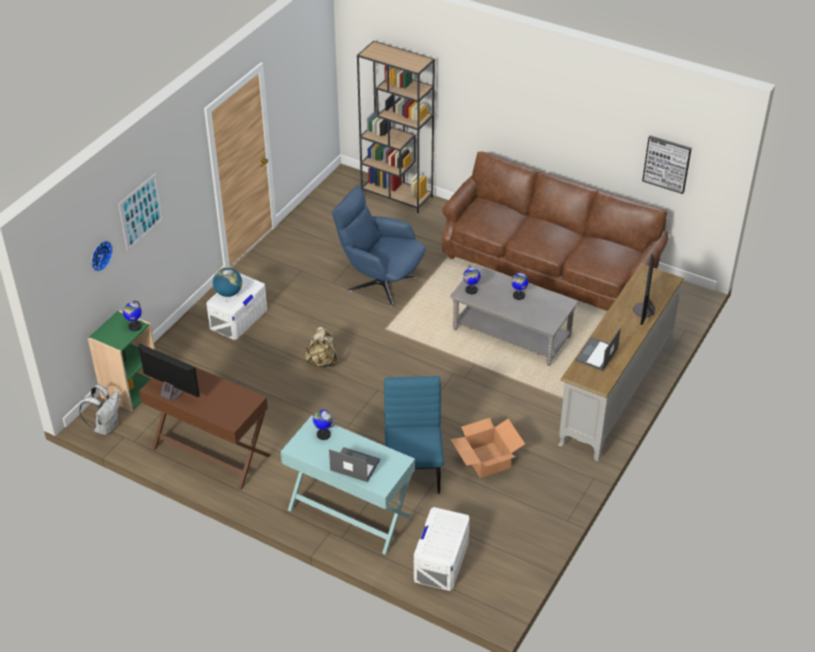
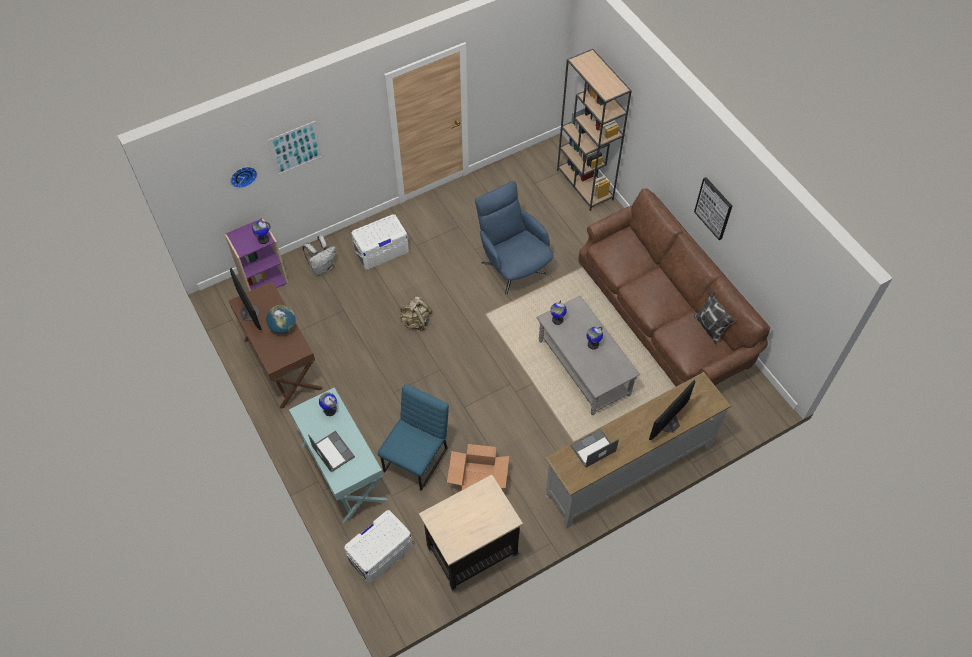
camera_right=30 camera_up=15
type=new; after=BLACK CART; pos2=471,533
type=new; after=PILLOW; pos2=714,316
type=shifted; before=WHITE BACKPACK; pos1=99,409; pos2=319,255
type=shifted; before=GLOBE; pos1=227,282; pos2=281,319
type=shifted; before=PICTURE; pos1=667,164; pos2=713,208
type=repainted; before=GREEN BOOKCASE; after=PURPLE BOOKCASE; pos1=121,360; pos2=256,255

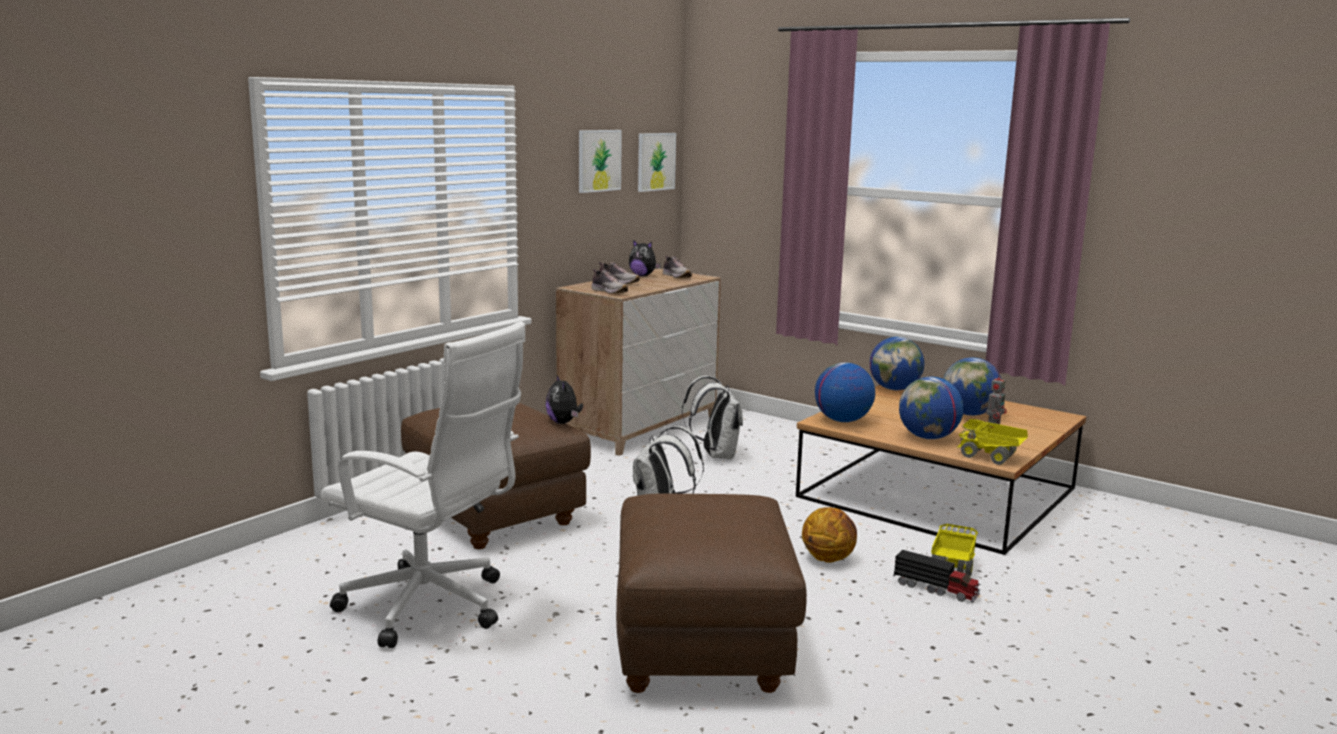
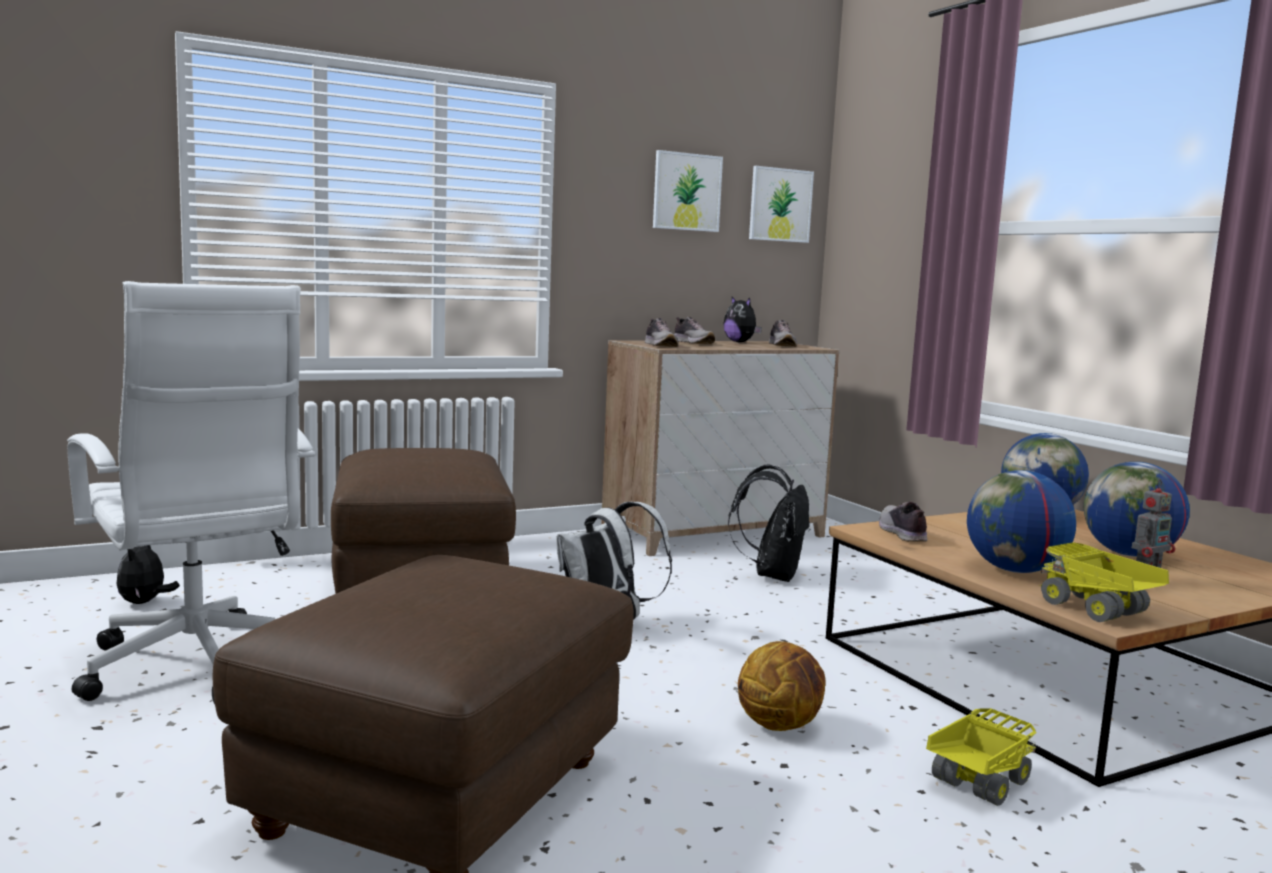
camera_right=25 camera_up=-5
type=gone; before=TOY TRUCK; pos1=937,576
type=shifted; before=PLUSH TOY; pos1=564,399; pos2=148,574
type=swapped; before=GLOBE; after=SHOE; pos1=845,392; pos2=903,522
type=repainted; before=WHITE BACKPACK; after=BLACK BACKPACK; pos1=712,417; pos2=769,523

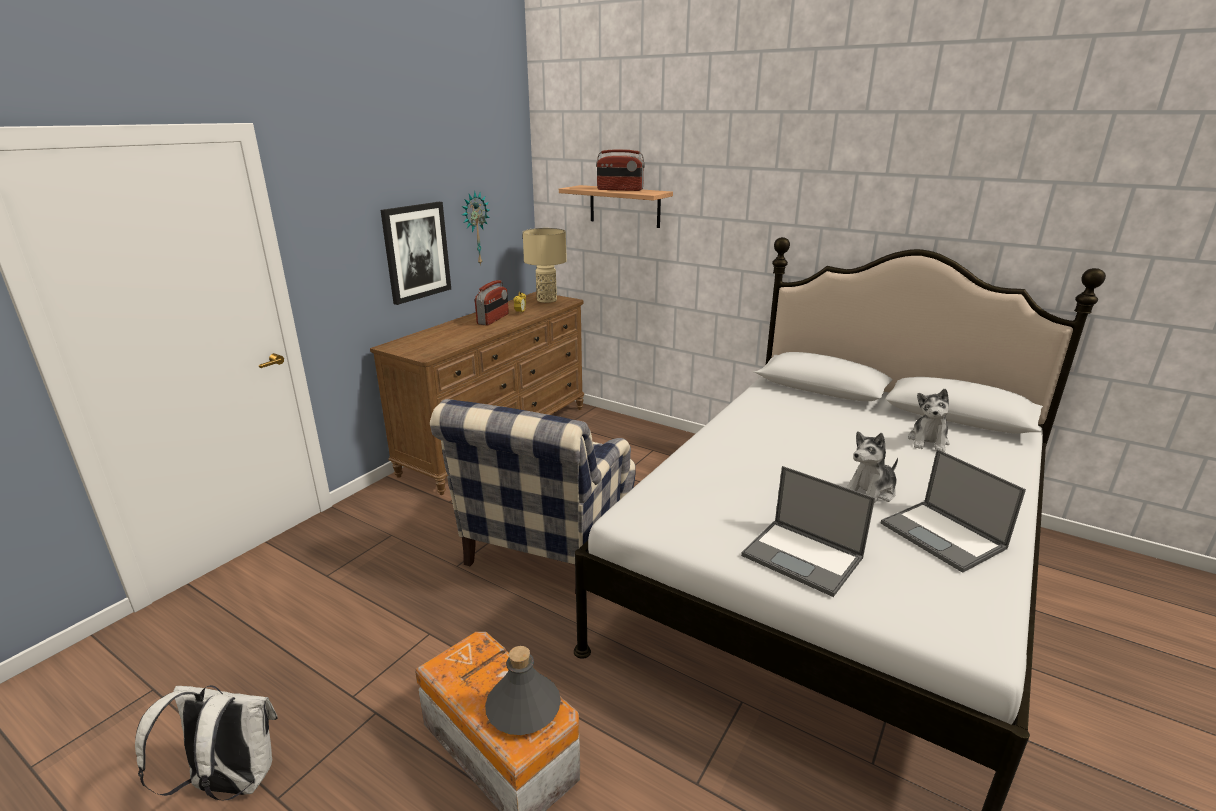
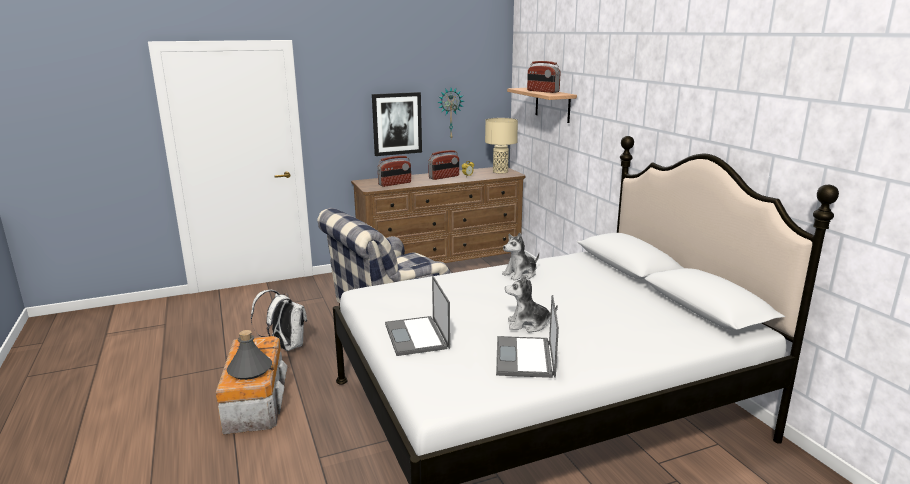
camera_right=35 camera_up=-5
type=new; after=RADIO; pos2=394,171
type=shifted; before=WHITE BACKPACK; pos1=206,742; pos2=279,320
type=shifted; before=PLUSH TOY; pos1=929,420; pos2=520,257

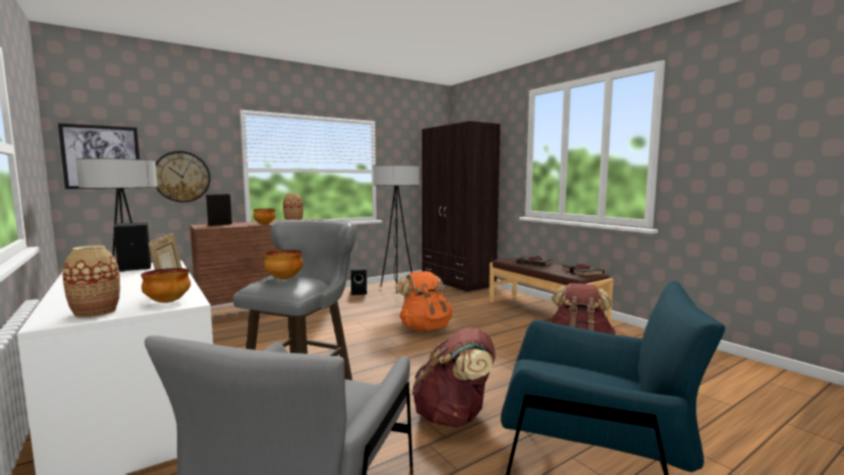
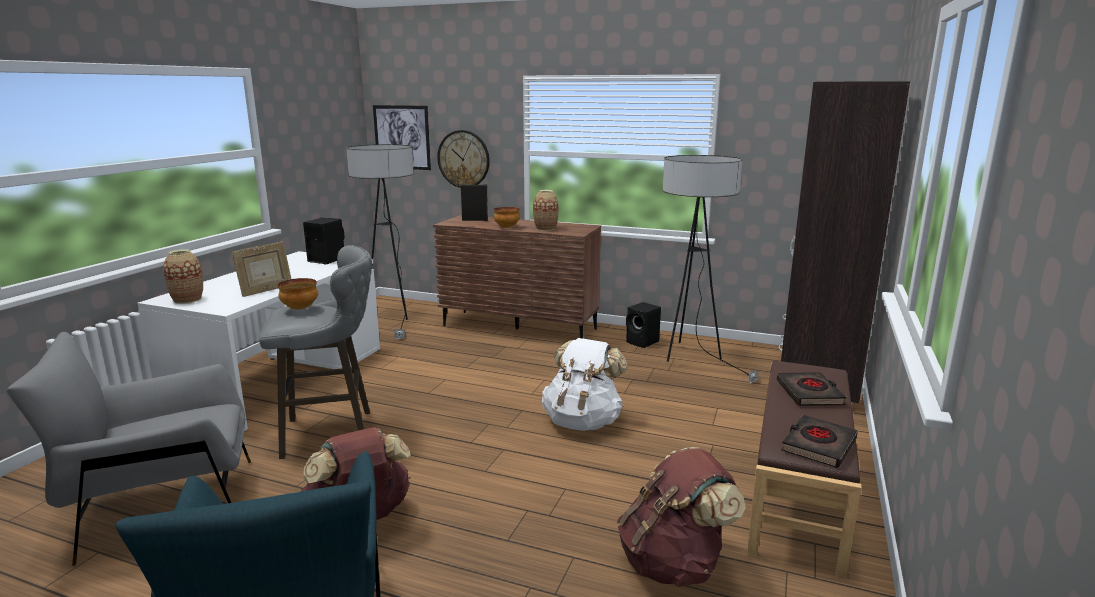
camera_right=55 camera_up=10
type=gone; before=BOWL; pos1=166,285
type=repainted; before=ORANGE BACKPACK; after=WHITE BACKPACK; pos1=424,301; pos2=585,384

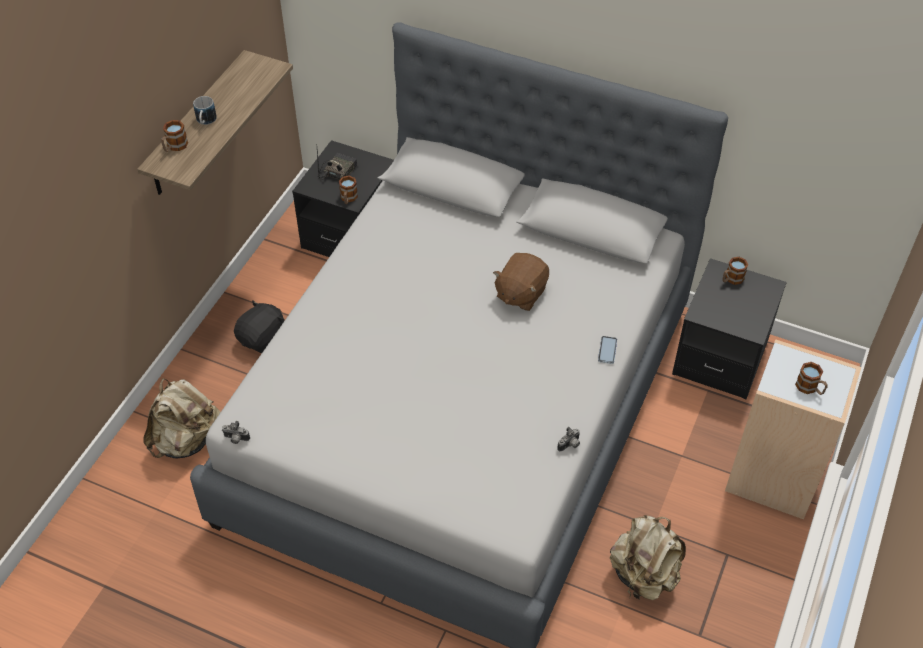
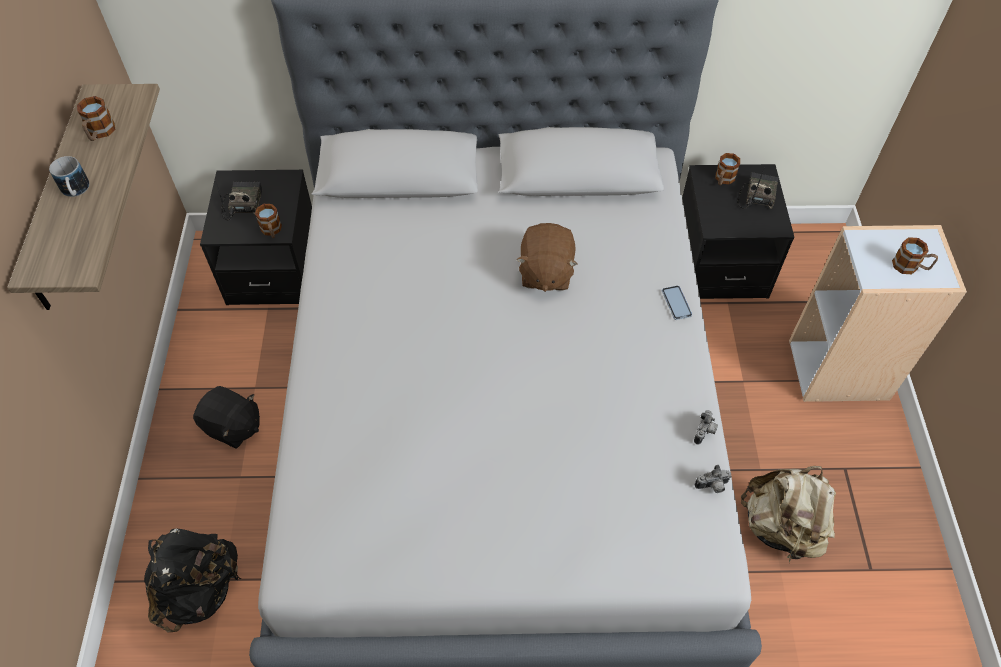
camera_right=-25 camera_up=5
type=new; after=RADIO; pos2=758,188
type=shifted; before=MUG; pos1=174,136; pos2=96,118
type=shifted; before=PHOTO CAMERA; pos1=236,432; pos2=713,479
type=repainted; before=BEIGE BACKPACK; after=BLACK BACKPACK; pos1=182,418; pos2=193,580
type=rotated; before=BLACK PLUSH TOY; pos1=259,326; pos2=226,417; turn=105

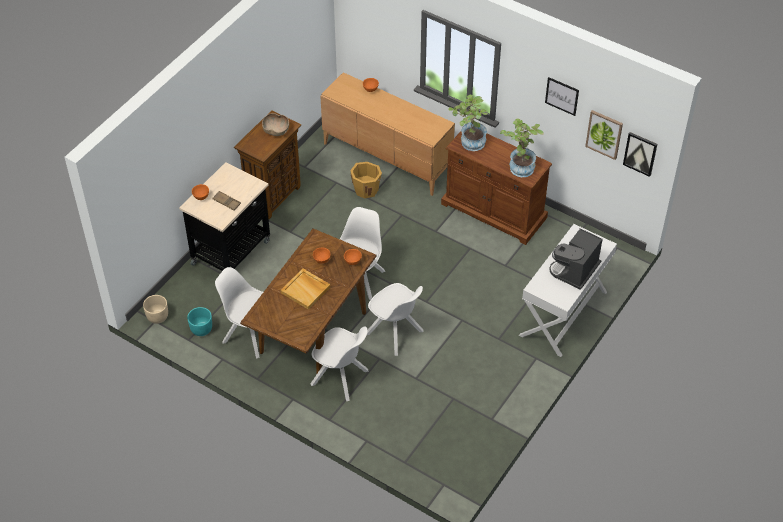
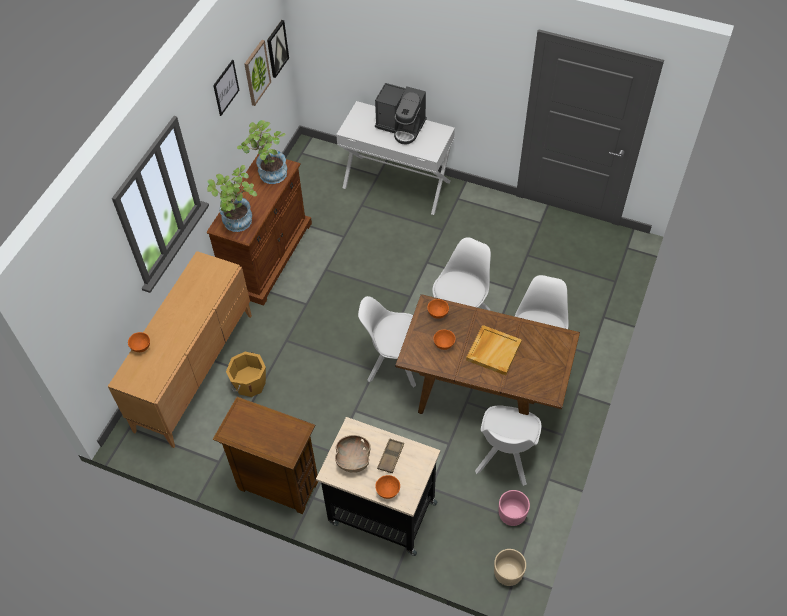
camera_right=-100 camera_up=5
type=shifted; before=BROWN BOWL; pos1=275,124; pos2=353,454
type=repainted; before=TURQUOISE PLANTER; after=PINK PLANTER; pos1=199,321; pos2=514,508

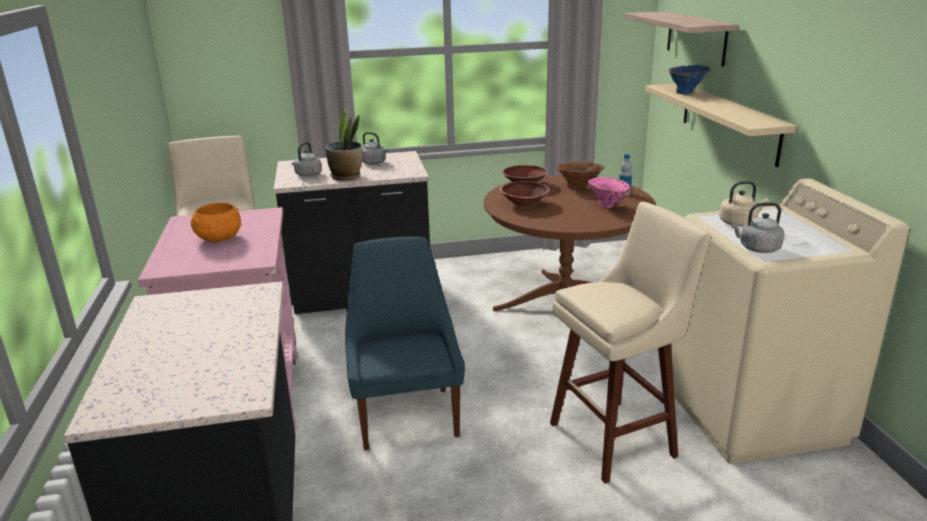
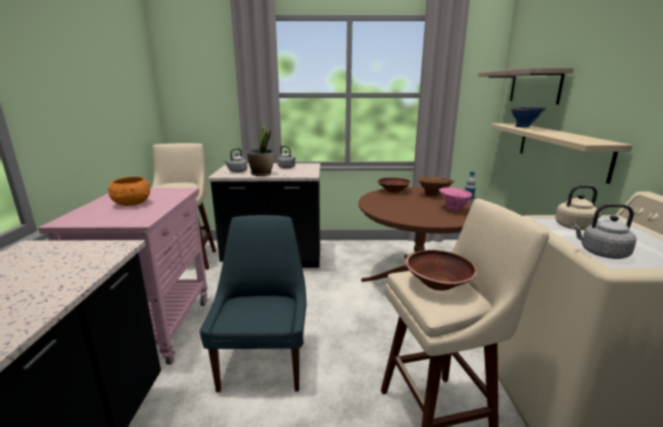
camera_right=10 camera_up=-5
type=shifted; before=BROWN BOWL; pos1=524,194; pos2=441,270

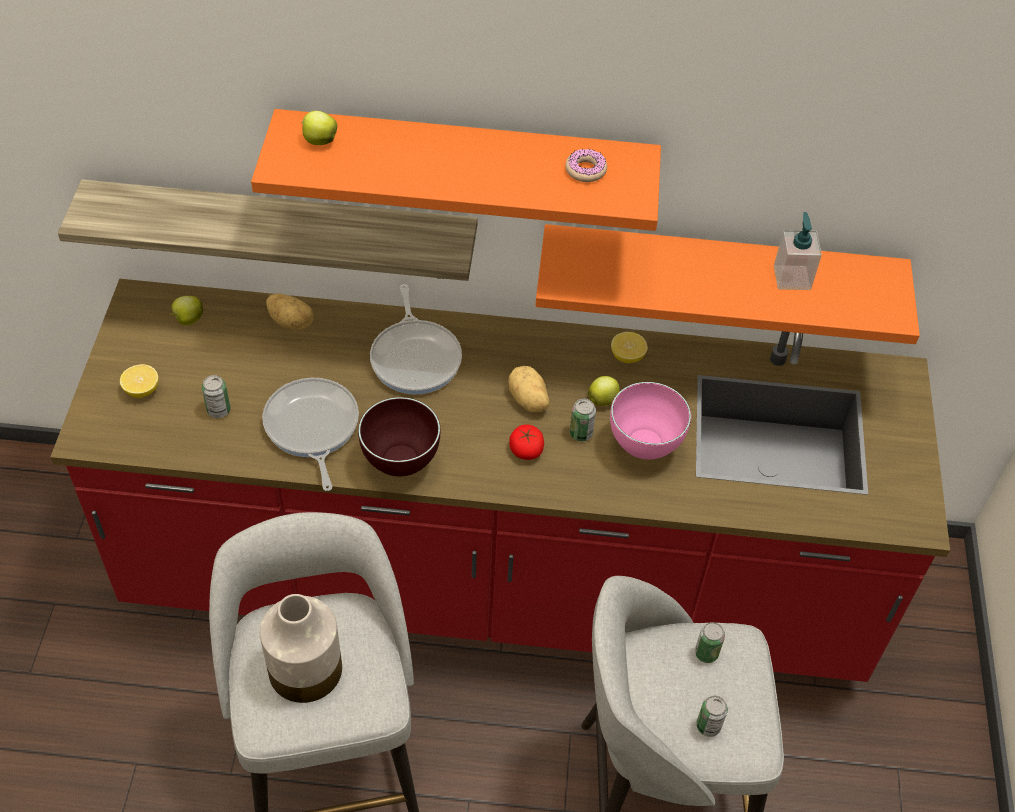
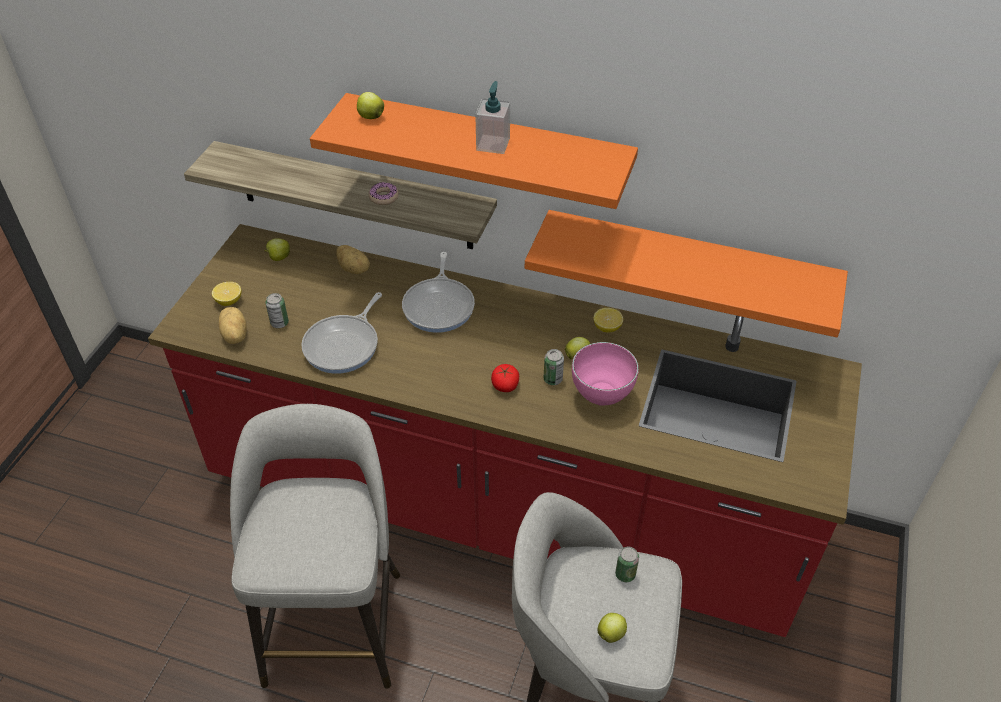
camera_right=15 camera_up=-5
type=gone; before=BEIGE VASE; pos1=301,648
type=gone; before=BROWN BOWL; pos1=399,436
type=shifted; before=POTATO; pos1=528,389; pos2=233,325
type=shifted; before=DONUT; pos1=586,165; pos2=383,193
type=shifted; before=SOAP DISPENSER; pos1=798,251; pos2=492,117
type=swapped; before=CAN; after=APPLE; pos1=712,716; pos2=612,628
type=rotated; before=FRYING PAN; pos1=310,434; pos2=341,333; turn=-150

